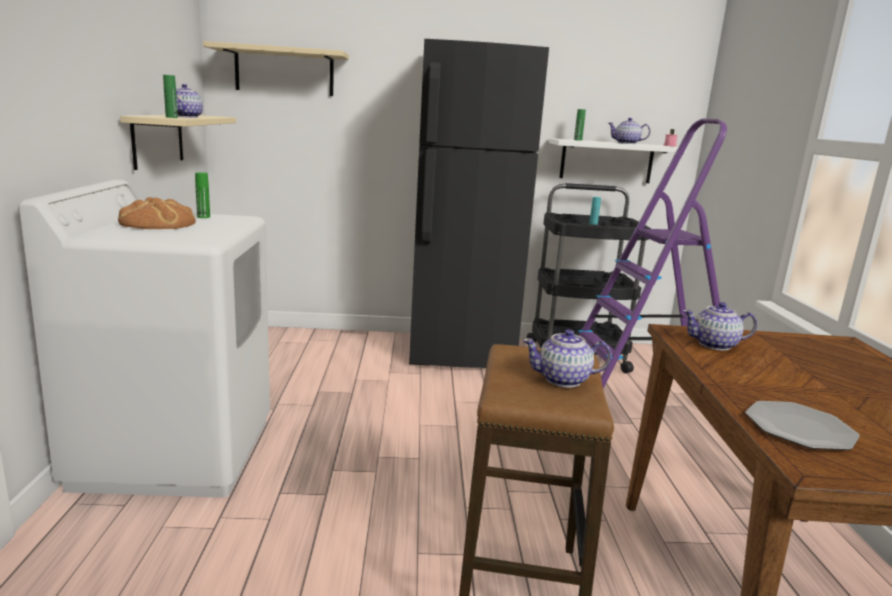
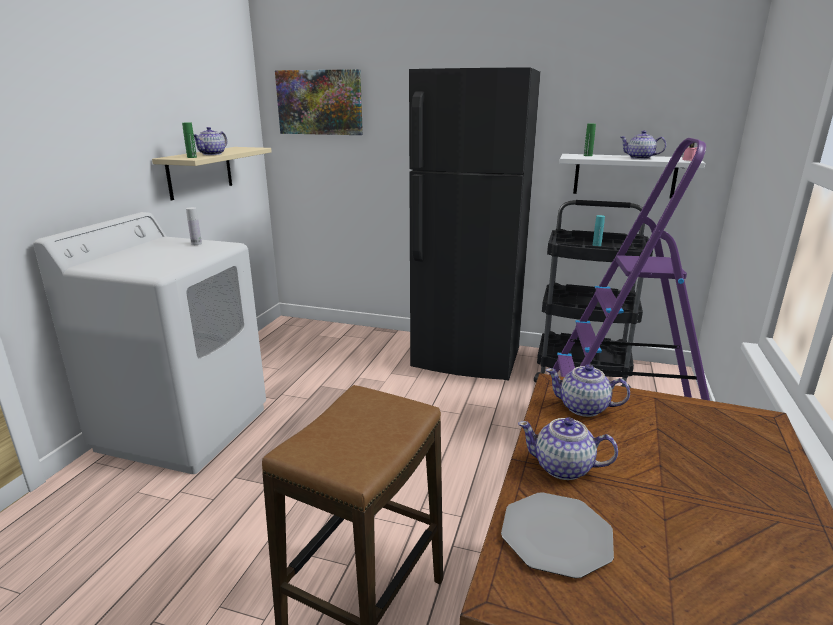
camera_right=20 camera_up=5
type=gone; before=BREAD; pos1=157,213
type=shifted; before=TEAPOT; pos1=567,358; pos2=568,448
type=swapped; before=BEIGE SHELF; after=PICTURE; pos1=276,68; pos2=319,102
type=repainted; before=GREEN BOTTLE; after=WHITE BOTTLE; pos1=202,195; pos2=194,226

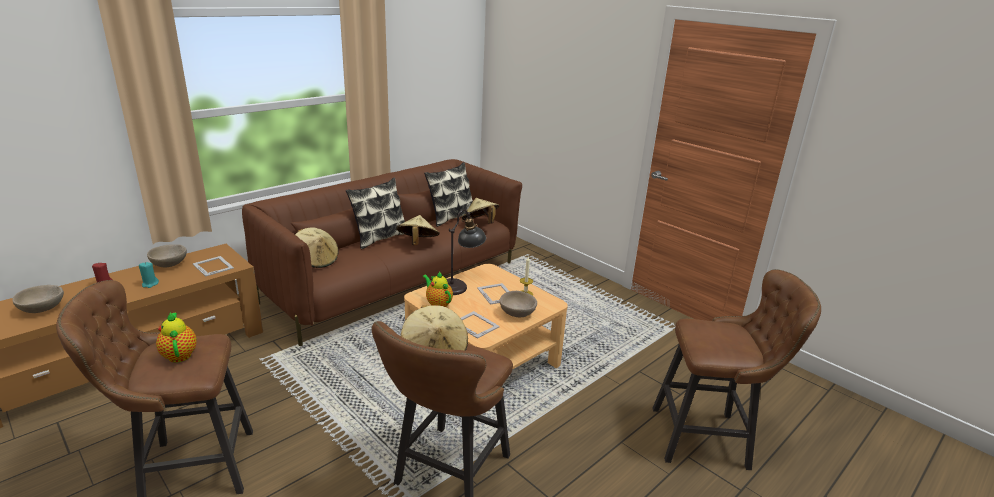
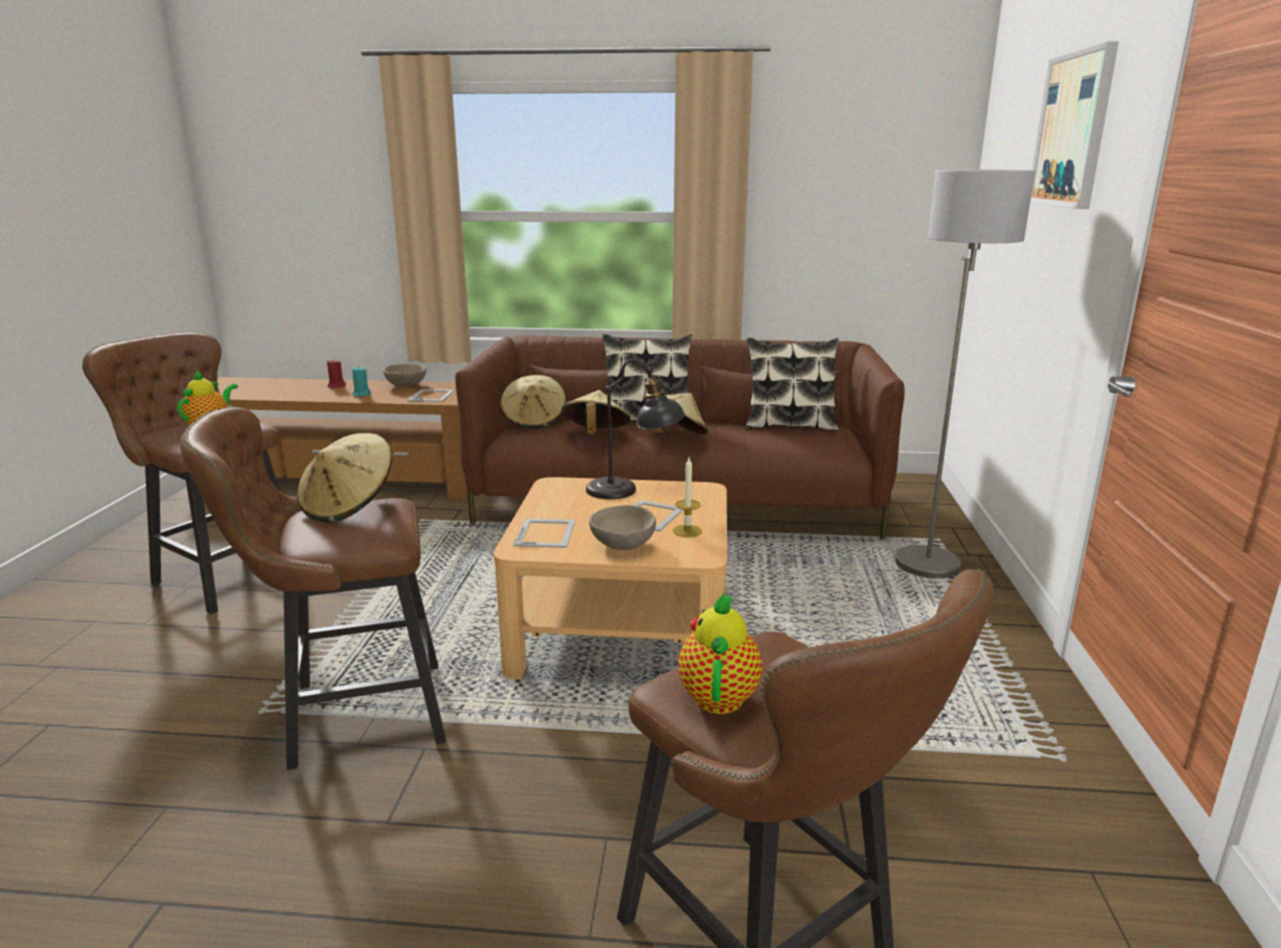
camera_right=50 camera_up=-5
type=gone; before=BEIGE BOWL; pos1=38,299
type=new; after=GREY FLOOR LAMP; pos2=965,374
type=new; after=PICTURE; pos2=1074,125
type=shifted; before=TEAPOT; pos1=437,289; pos2=720,653
type=shifted; before=BEIGE HAT; pos1=480,211; pos2=596,412

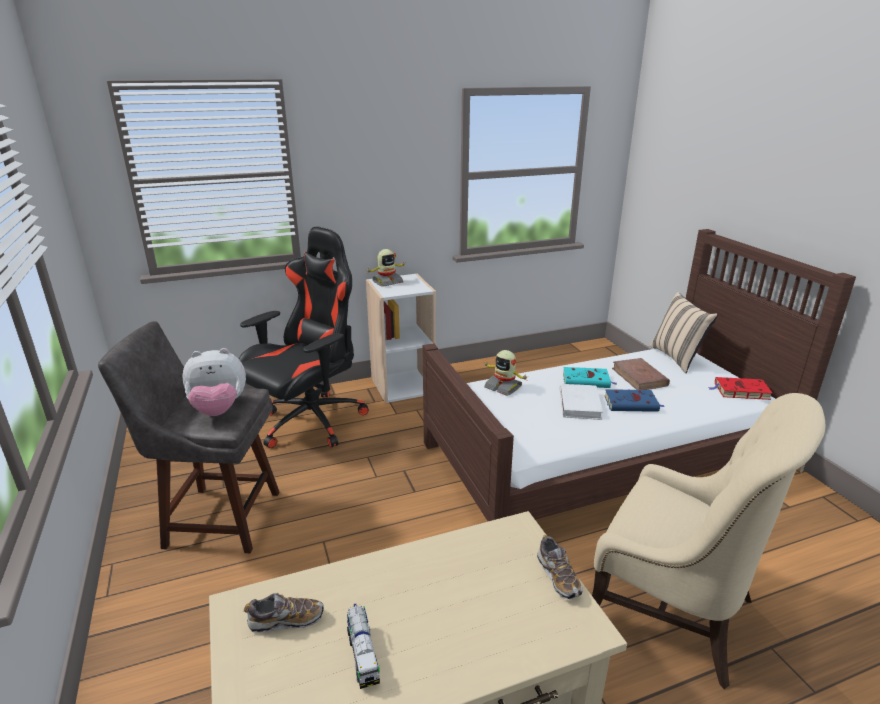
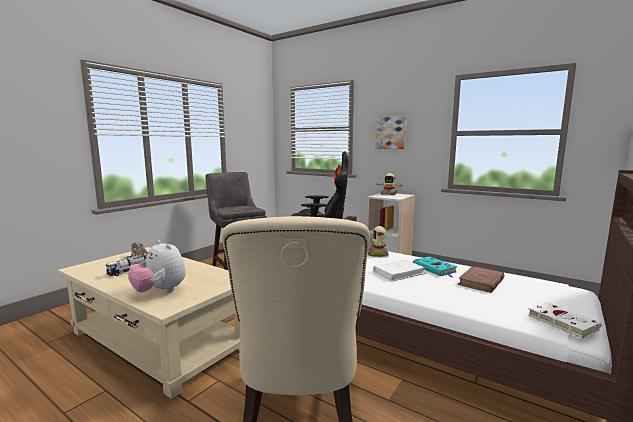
camera_right=55 camera_up=-15
type=gone; before=SHOE; pos1=559,567
type=gone; before=BLUE BOOK; pos1=634,400
type=gone; before=BEIGE PILLOW; pos1=684,332
type=new; after=PICTURE; pos2=391,132
type=shifted; before=PLUSH TOY; pos1=214,382; pos2=157,266
type=repainted; before=RED BOOK; after=WHITE BOOK; pos1=741,388; pos2=564,320

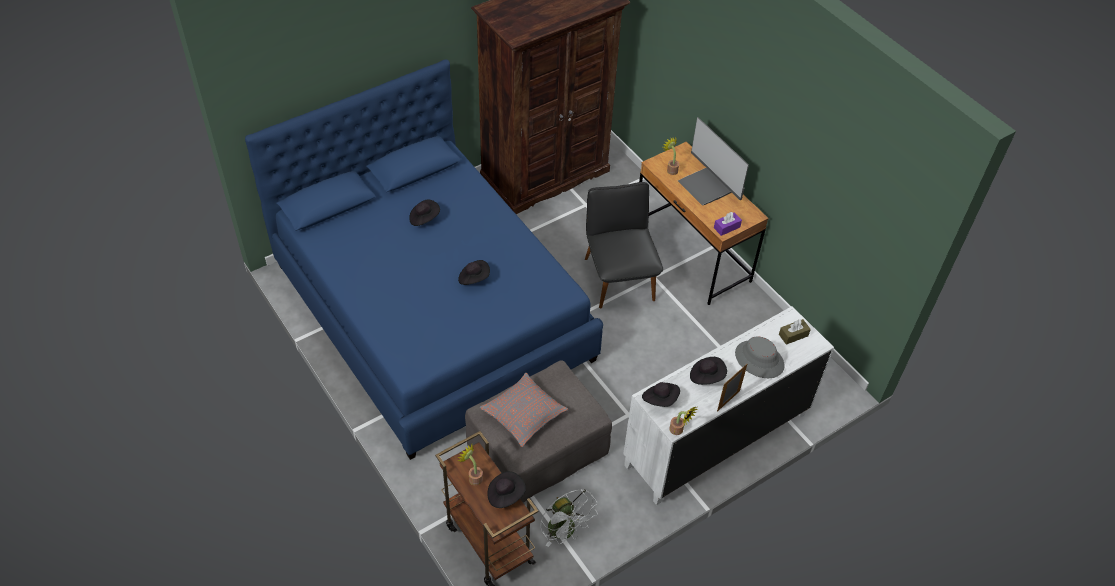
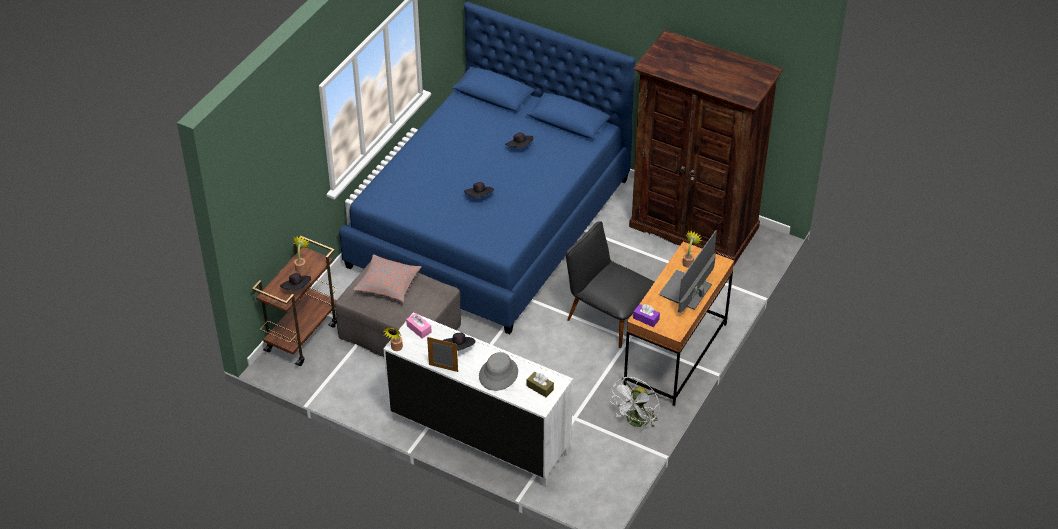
camera_right=65 camera_up=-5
type=shifted; before=WHITE FAN; pos1=569,518; pos2=635,402
type=swapped; before=BLACK HAT; after=PINK TISSUE BOX; pos1=661,394; pos2=419,326
type=rotated; before=BLACK CHAIR; pos1=624,245; pos2=610,284; turn=-105

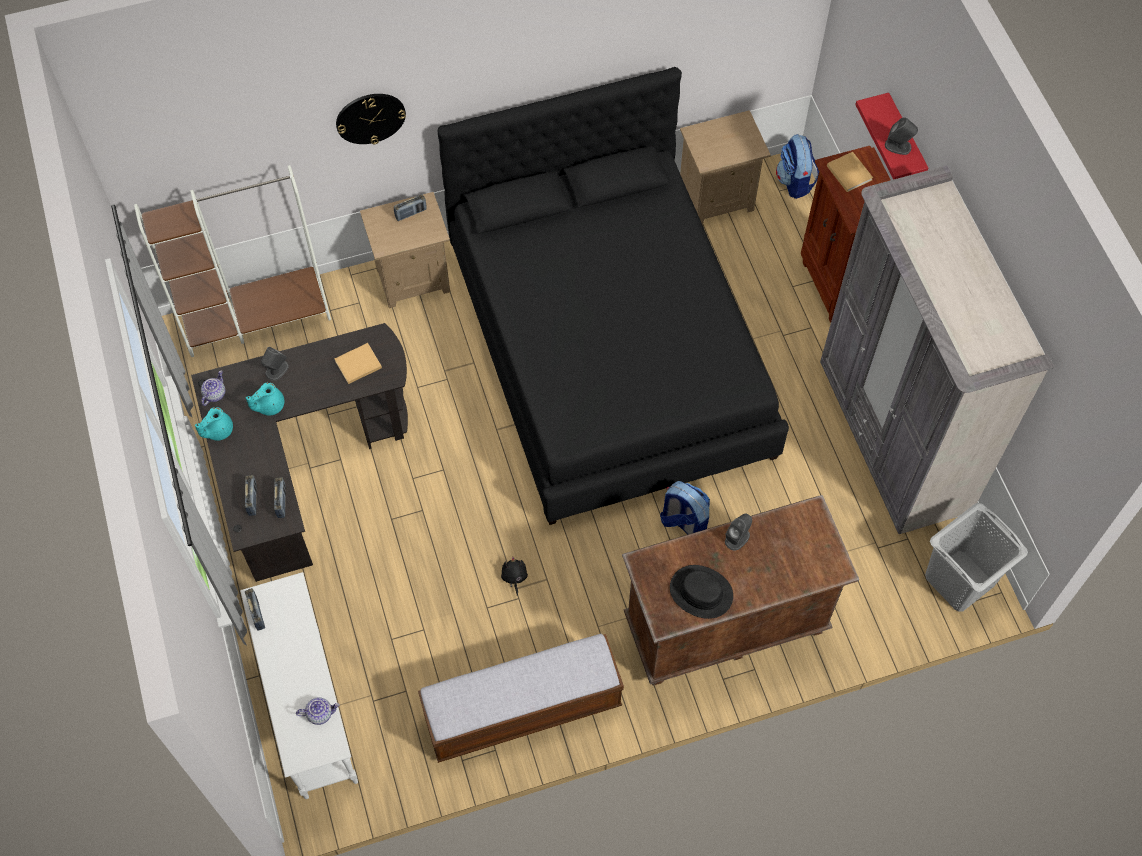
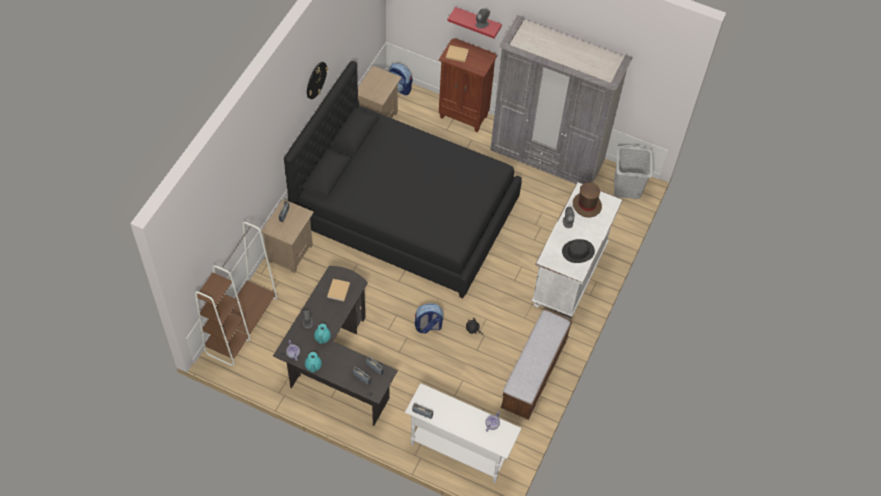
camera_right=-50 camera_up=-5
type=new; after=BROWN HAT; pos2=587,200
type=shifted; before=WALL CLOCK; pos1=371,119; pos2=317,80
type=shifted; before=BACKPACK; pos1=685,507; pos2=429,318
type=repainted; before=BROWN DRESSER; after=WHITE DRESSER; pos1=740,590; pos2=577,251

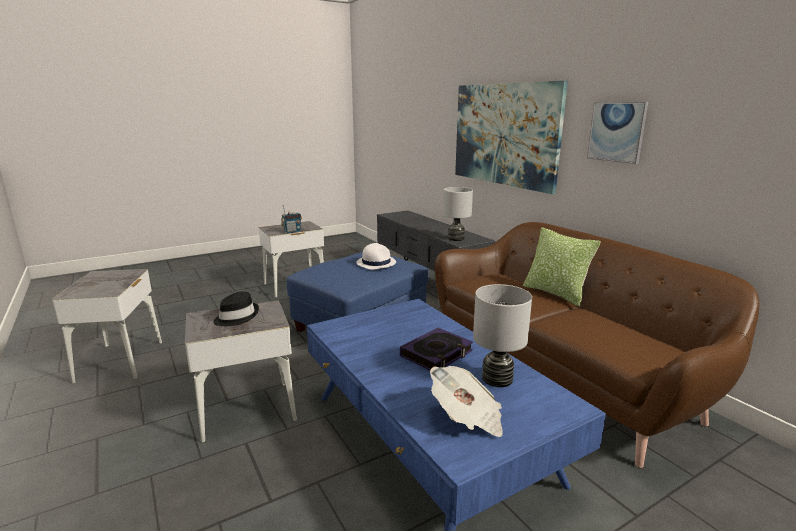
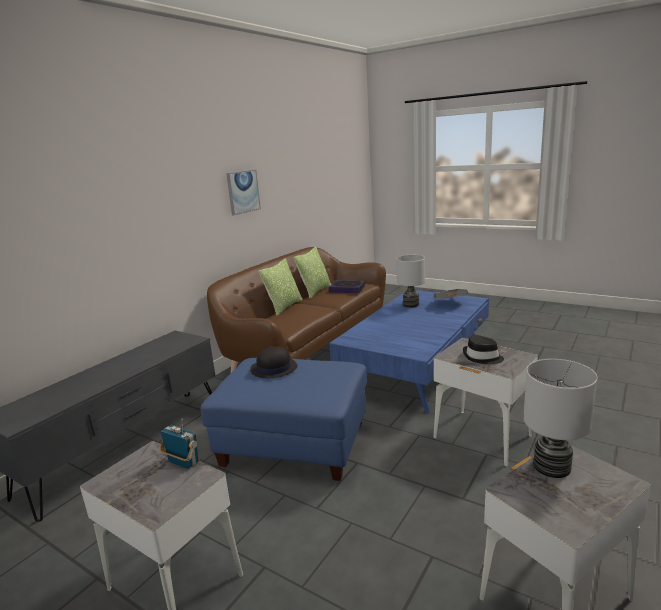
camera_right=-115 camera_up=0
type=gone; before=PICTURE; pos1=511,137
type=new; after=PILLOW; pos2=312,272
type=shifted; before=BOOK; pos1=436,349; pos2=347,286
type=shifted; before=GREY TABLE LAMP; pos1=458,214; pos2=560,418
type=repainted; before=WHITE HAT; after=BLACK HAT; pos1=376,256; pos2=273,362

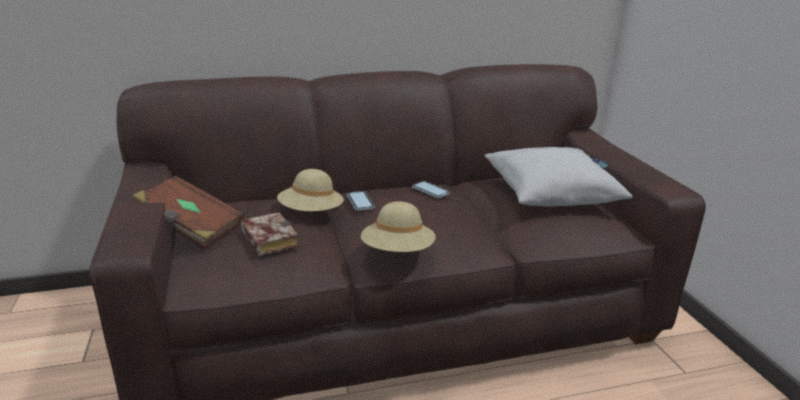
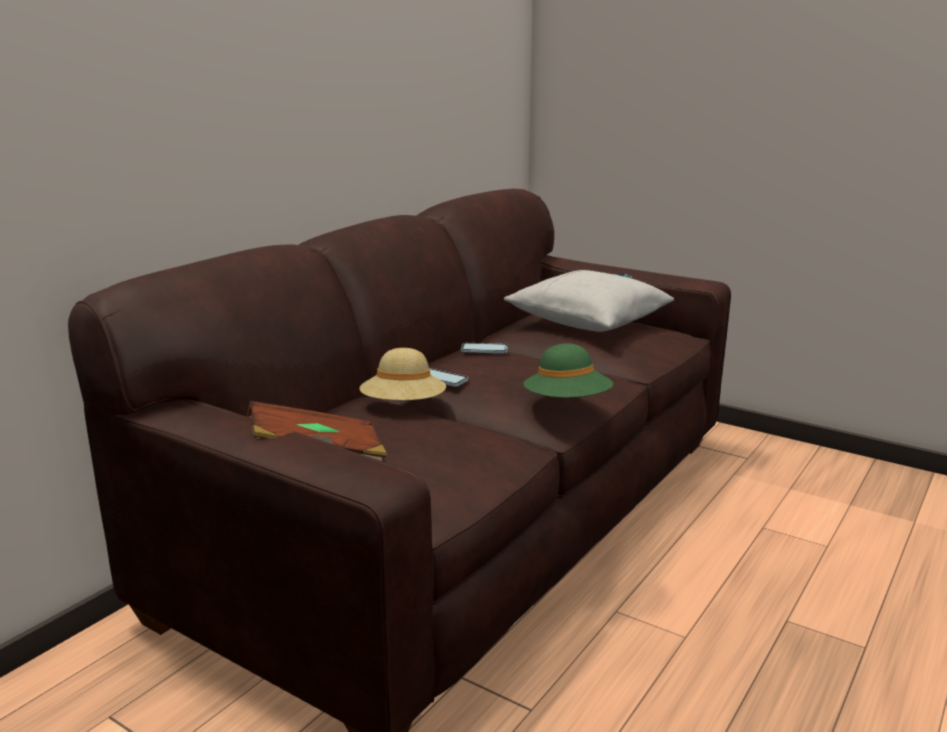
camera_right=-40 camera_up=-5
type=gone; before=BOOK; pos1=270,234
type=repainted; before=BEIGE HAT; after=GREEN HAT; pos1=398,226; pos2=568,371

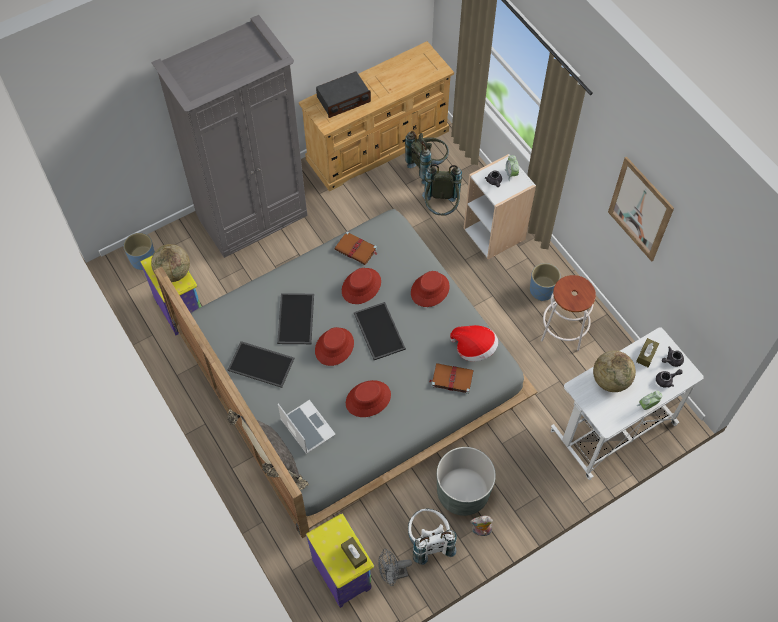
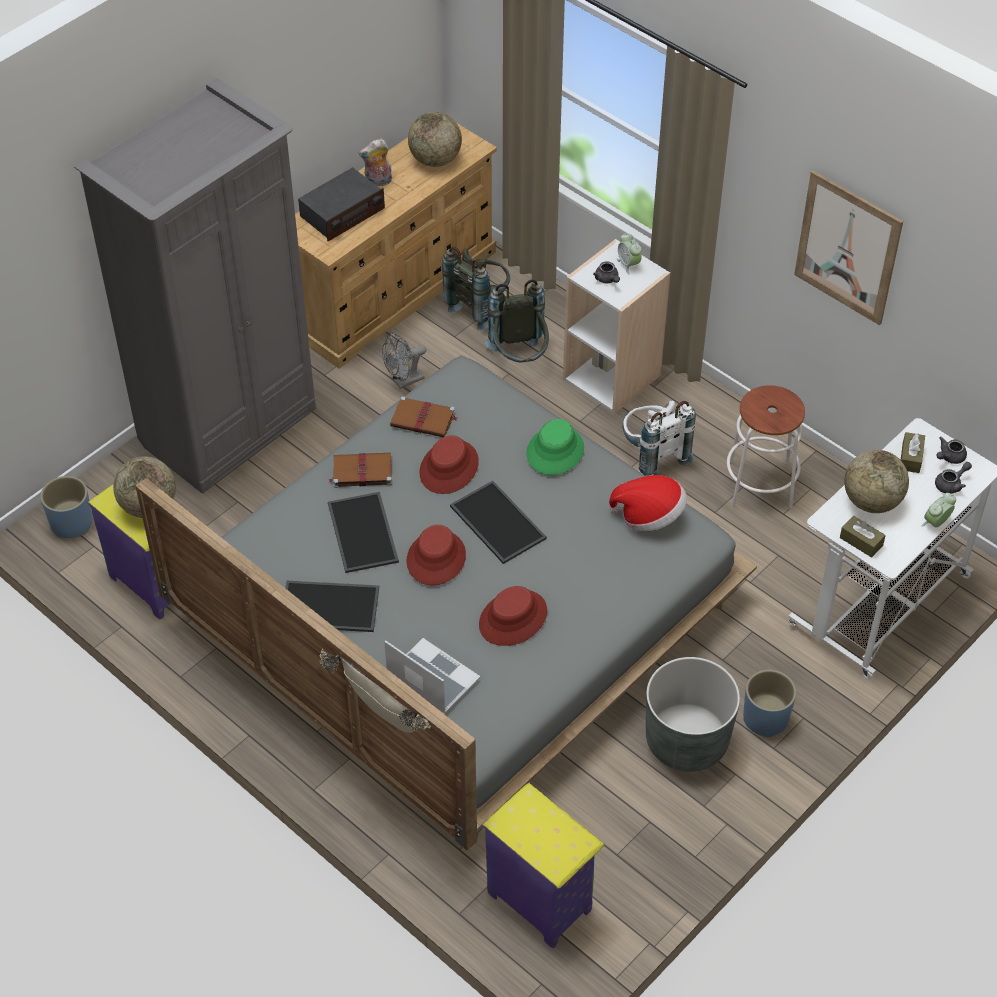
camera_right=-15 camera_up=-10
type=new; after=GLOBE; pos2=435,139
type=shifted; before=BROWN TISSUE BOX; pos1=354,553; pos2=863,536
type=shifted; before=GREY FAN; pos1=395,567; pos2=404,361
type=shifted; before=WHITE BACKPACK; pos1=432,537; pos2=659,438
type=shifted; before=BROWN BOOK; pos1=451,378; pos2=360,470
type=shifted; before=PLUSH TOY; pos1=481,525; pos2=375,162
type=shifted; before=BLUE PLANTER; pos1=545,282; pos2=769,703
type=repainted; before=RED HAT; after=GREEN HAT; pos1=430,289; pos2=555,447

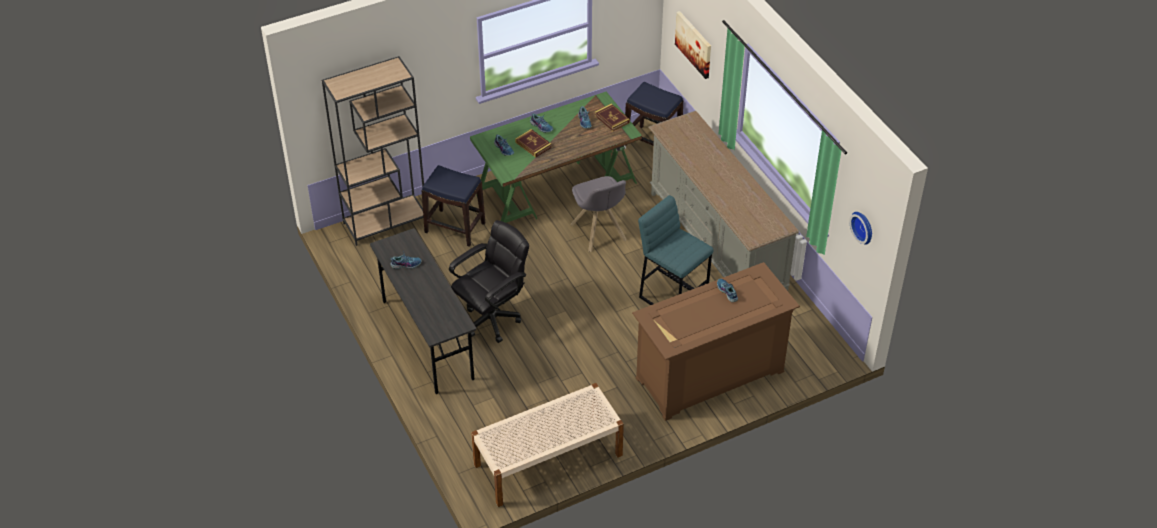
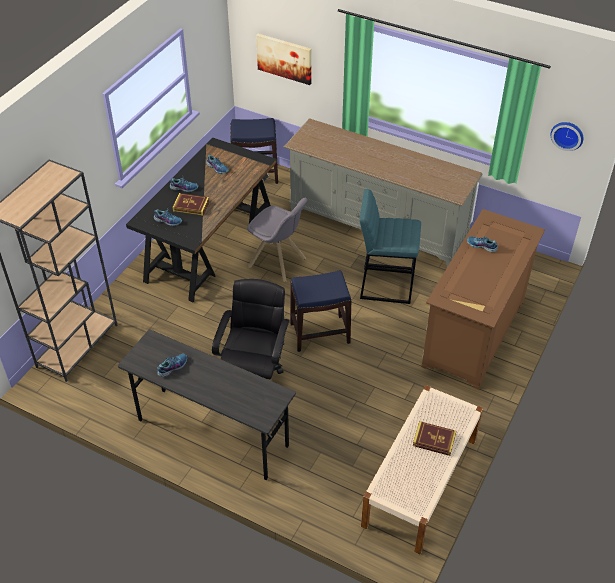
camera_right=-35 camera_up=0
type=shifted; before=STOOL; pos1=453,206; pos2=320,311
type=shifted; before=BOOK; pos1=612,117; pos2=434,438
type=repainted; before=GREEN DESK; after=BLACK DESK; pos1=556,157; pos2=201,220

